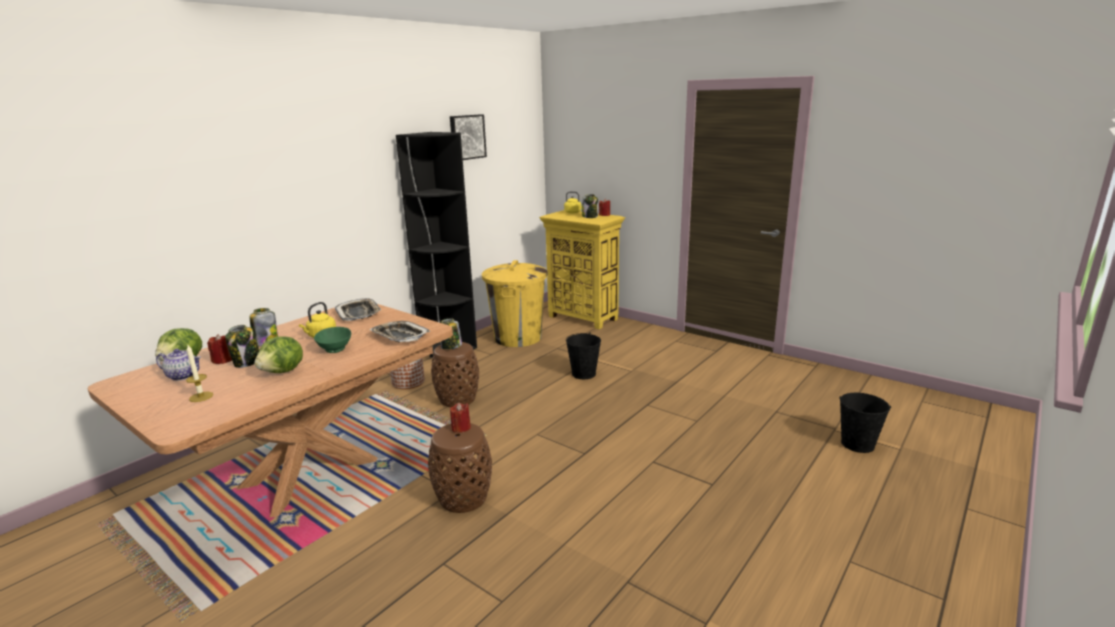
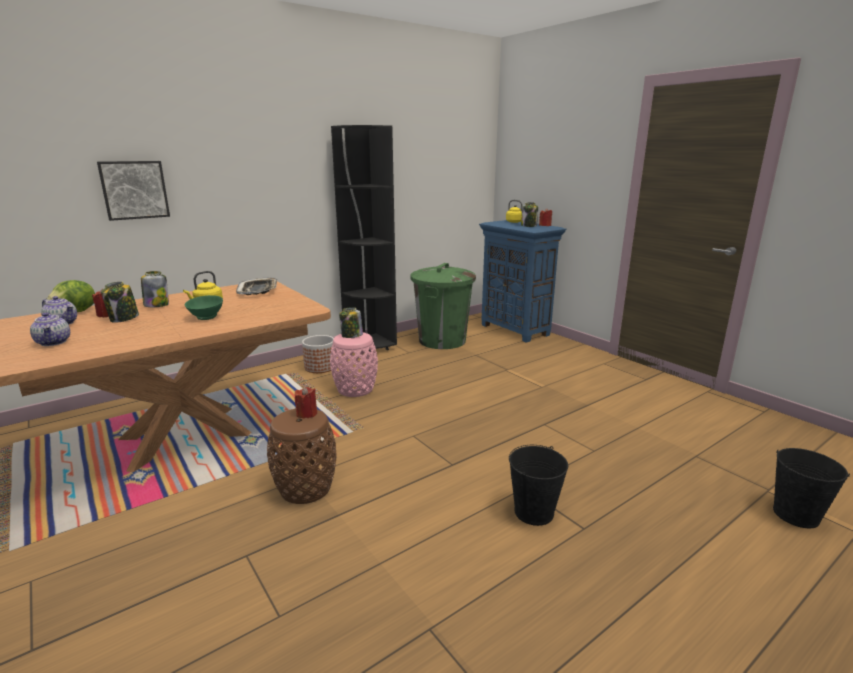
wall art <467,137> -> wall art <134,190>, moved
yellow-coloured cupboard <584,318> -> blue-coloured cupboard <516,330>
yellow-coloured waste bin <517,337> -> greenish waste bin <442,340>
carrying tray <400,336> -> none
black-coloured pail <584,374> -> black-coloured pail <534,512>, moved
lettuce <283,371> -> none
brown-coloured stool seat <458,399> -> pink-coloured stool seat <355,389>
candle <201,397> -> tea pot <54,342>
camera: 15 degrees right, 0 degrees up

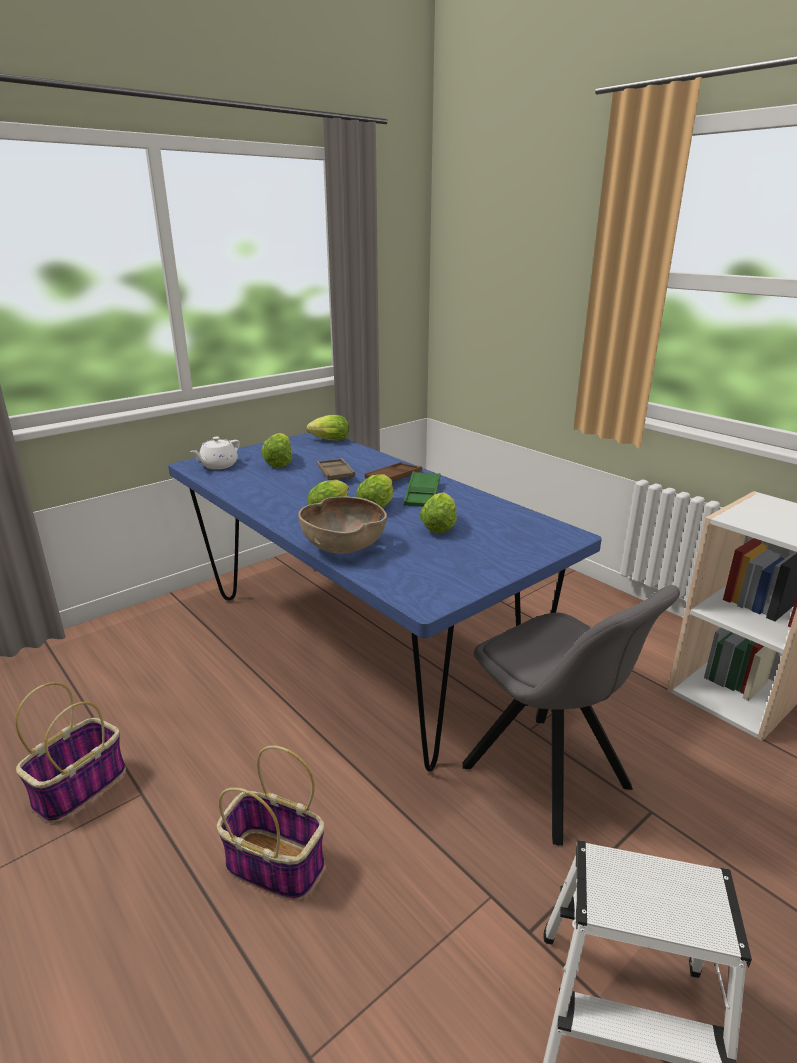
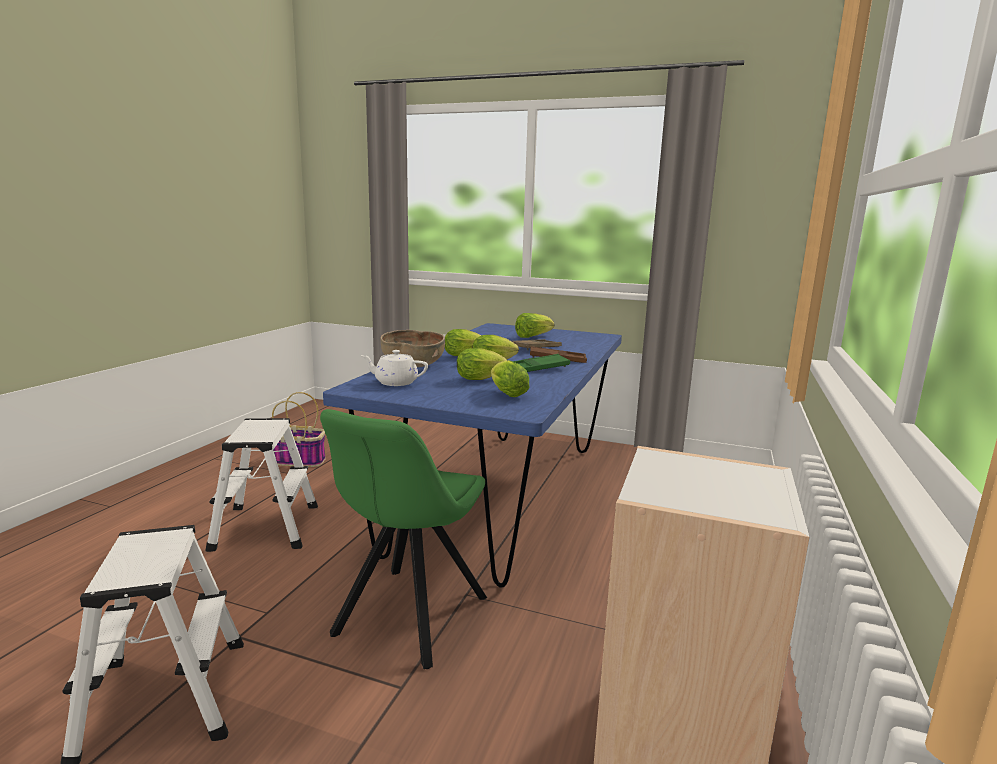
lettuce <328,440> -> lettuce <506,393>, moved
whitish tea pot <218,465> -> whitish tea pot <395,382>, moved
greyish upright chair <547,776> -> greenish upright chair <409,615>
basket <273,865> -> whitish step stool <266,527>
camera: 60 degrees right, 10 degrees down

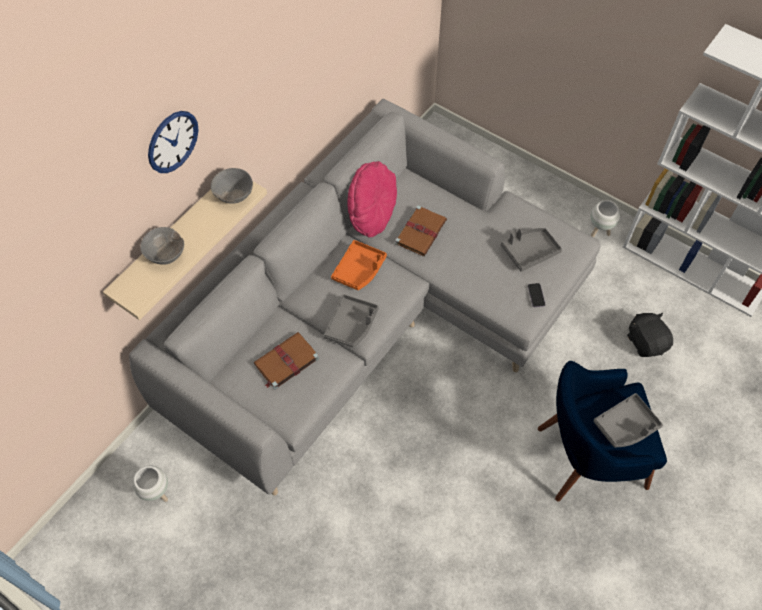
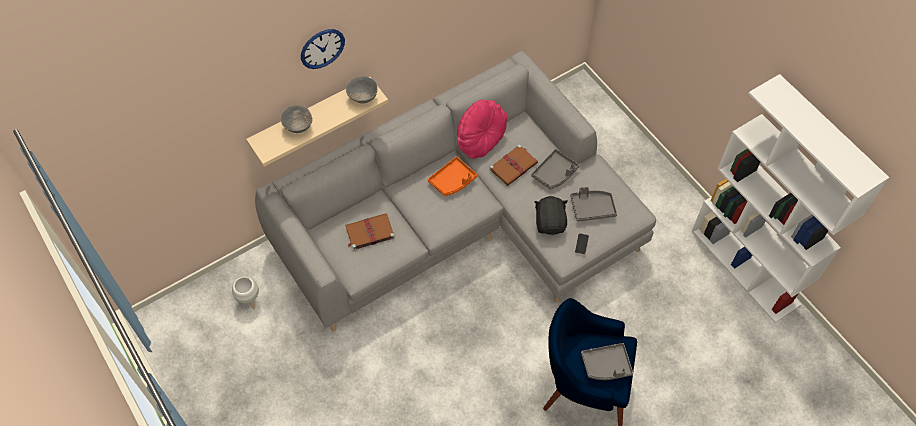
whitish plant pot <599,231> -> none
greyish carrying tray <352,325> -> greyish carrying tray <554,173>, moved
black-coloured soft toy <646,342> -> black-coloured soft toy <550,223>, moved
camera: 20 degrees right, 0 degrees up

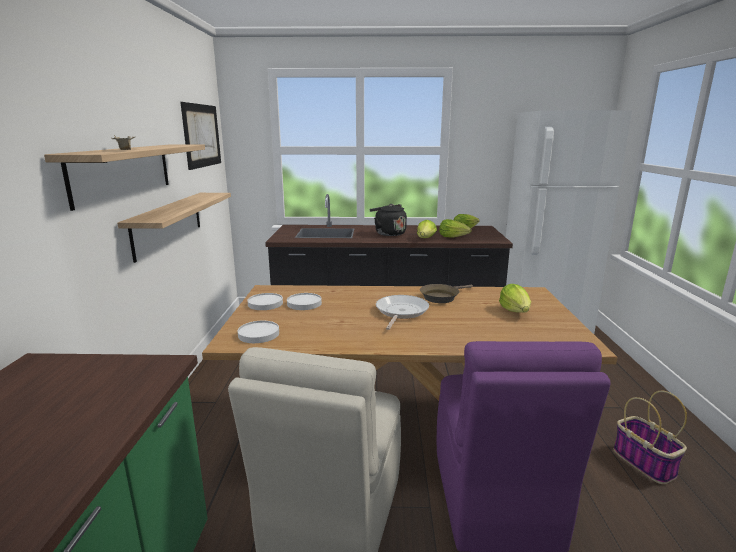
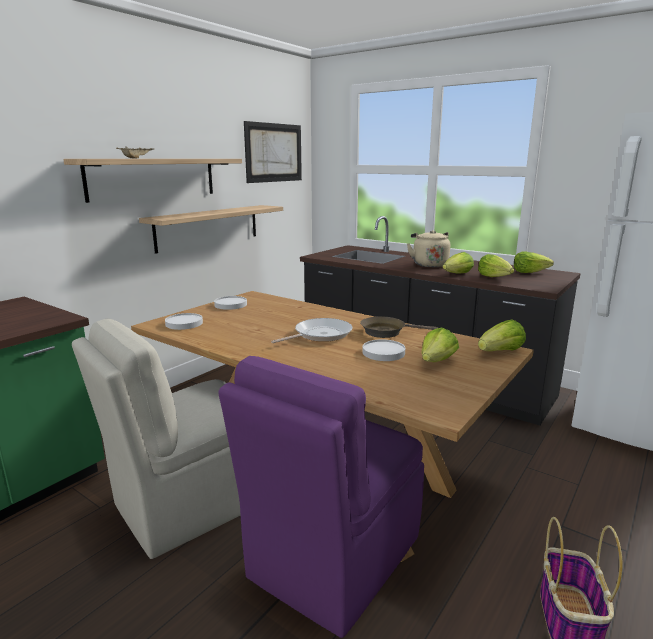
black-coloured water kettle <388,233> -> beige water kettle <429,264>
whitish dinner plate <304,303> -> whitish dinner plate <383,353>, moved
none -> lettuce <500,352>
camera: 35 degrees right, 0 degrees up

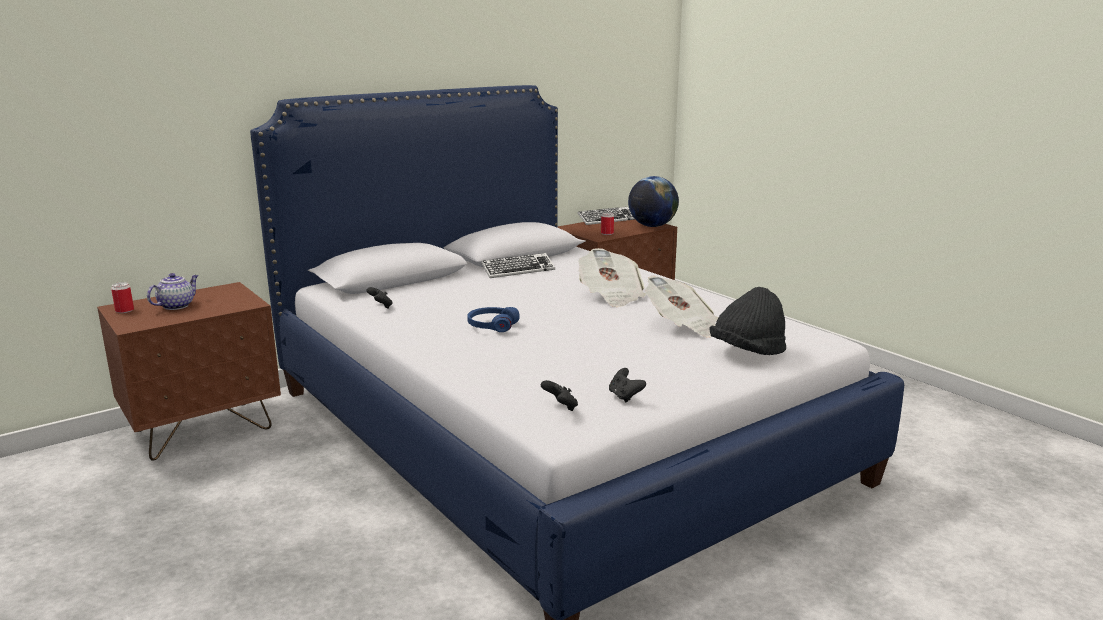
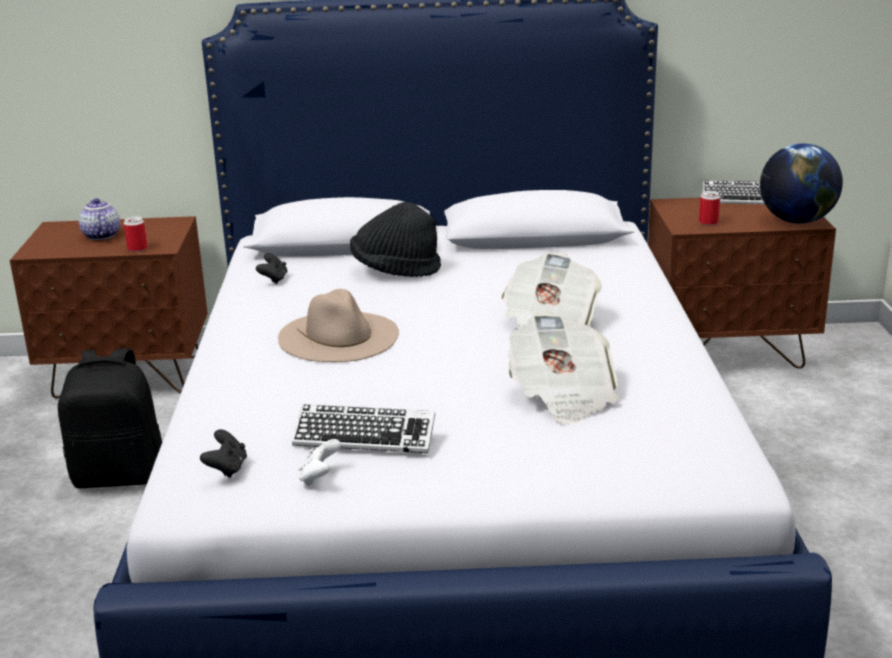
keyboard <518,270> -> keyboard <364,437>, moved
tea pot <176,306> -> tea pot <101,235>, 90 degrees counterclockwise
can <124,310> -> can <137,249>, moved
black-coloured hat <747,352> -> black-coloured hat <395,270>, moved
blue-coloured headphones <492,326> -> beige hat <339,336>
black-coloured game controller <625,396> -> whitish game controller <319,478>
none -> black-coloured backpack <119,475>
camera: 35 degrees right, 5 degrees up

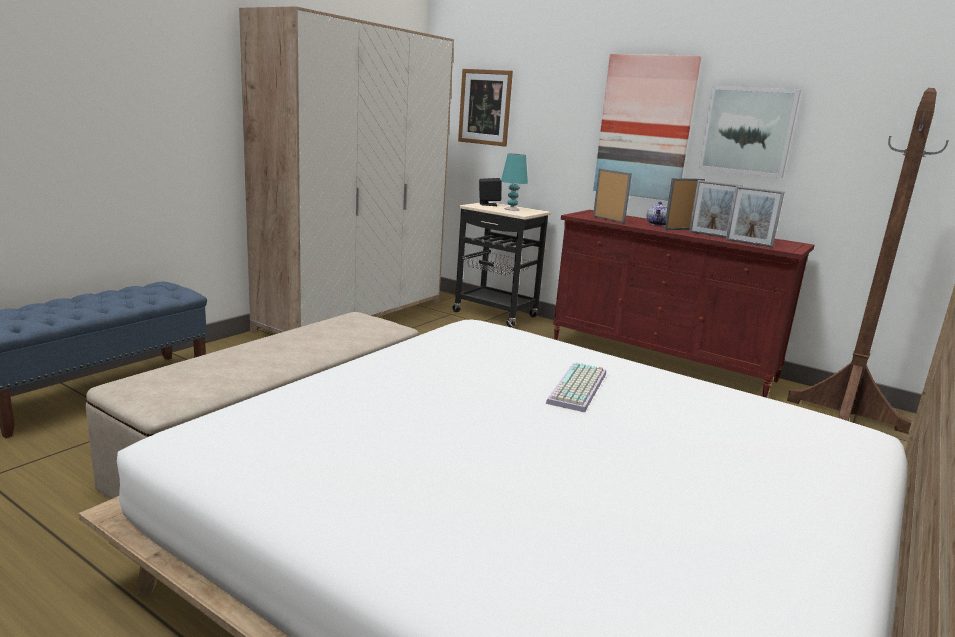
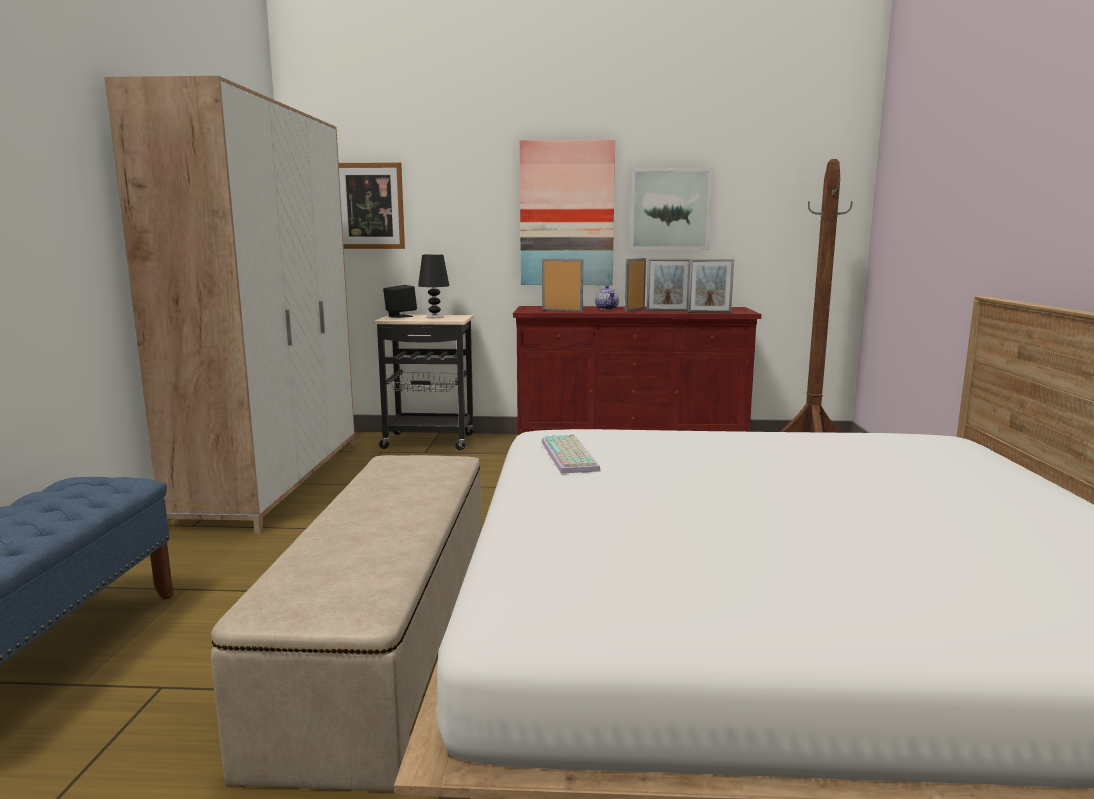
turquoise-coloured table lamp <512,209> -> black-coloured table lamp <435,317>
keyboard <579,388> -> keyboard <571,456>, moved
camera: 30 degrees left, 5 degrees down

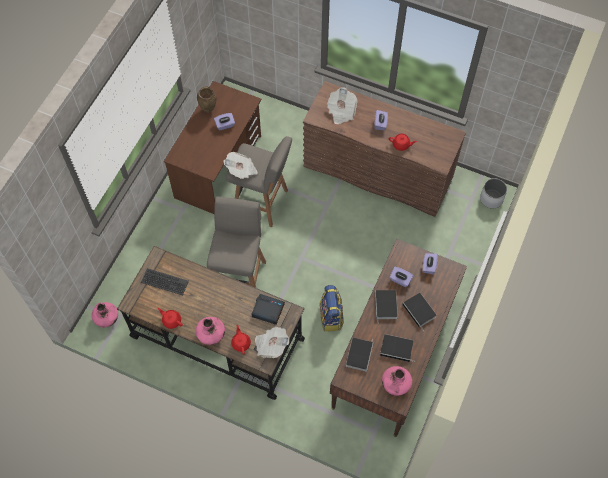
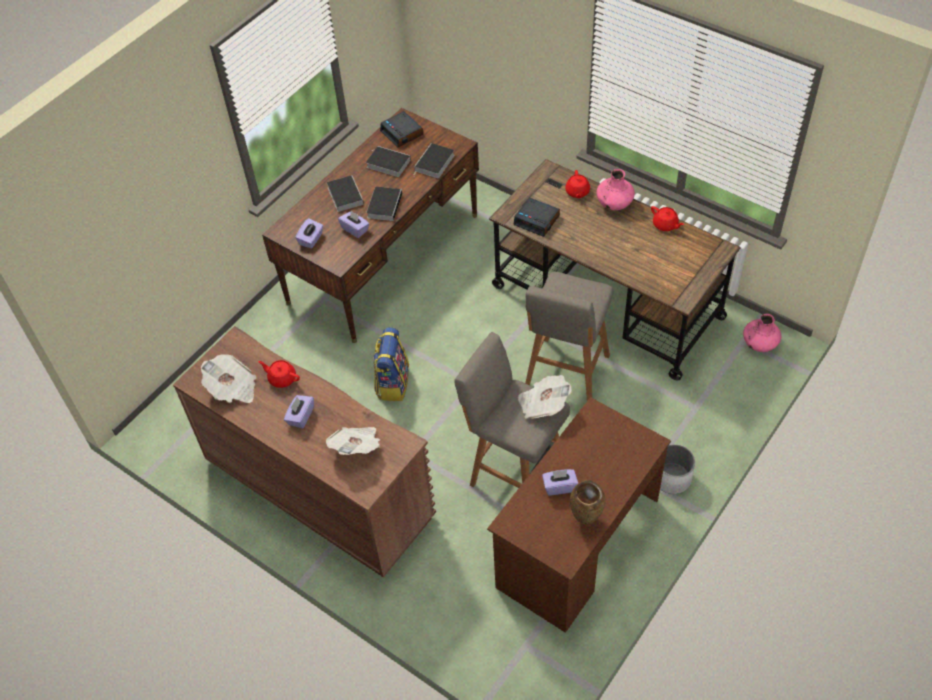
whitish plant pot <491,199> -> whitish plant pot <671,478>, moved
keyboard <164,282> -> none
backpack <331,317> -> backpack <392,383>, moved
printed paper <271,345> -> printed paper <232,388>, moved
pink-coloured vase <395,384> -> bedside clock <402,133>
camera: 165 degrees left, 10 degrees down

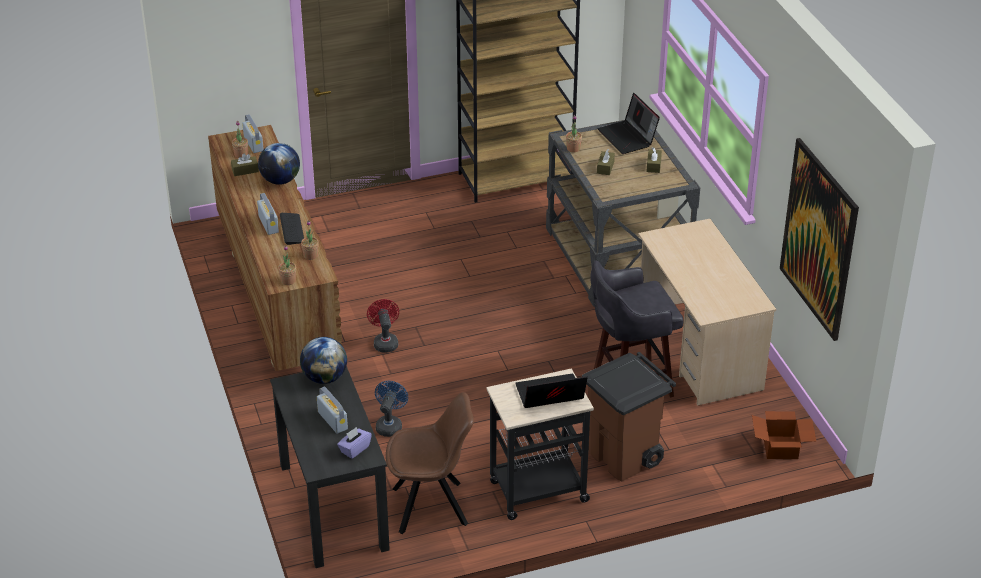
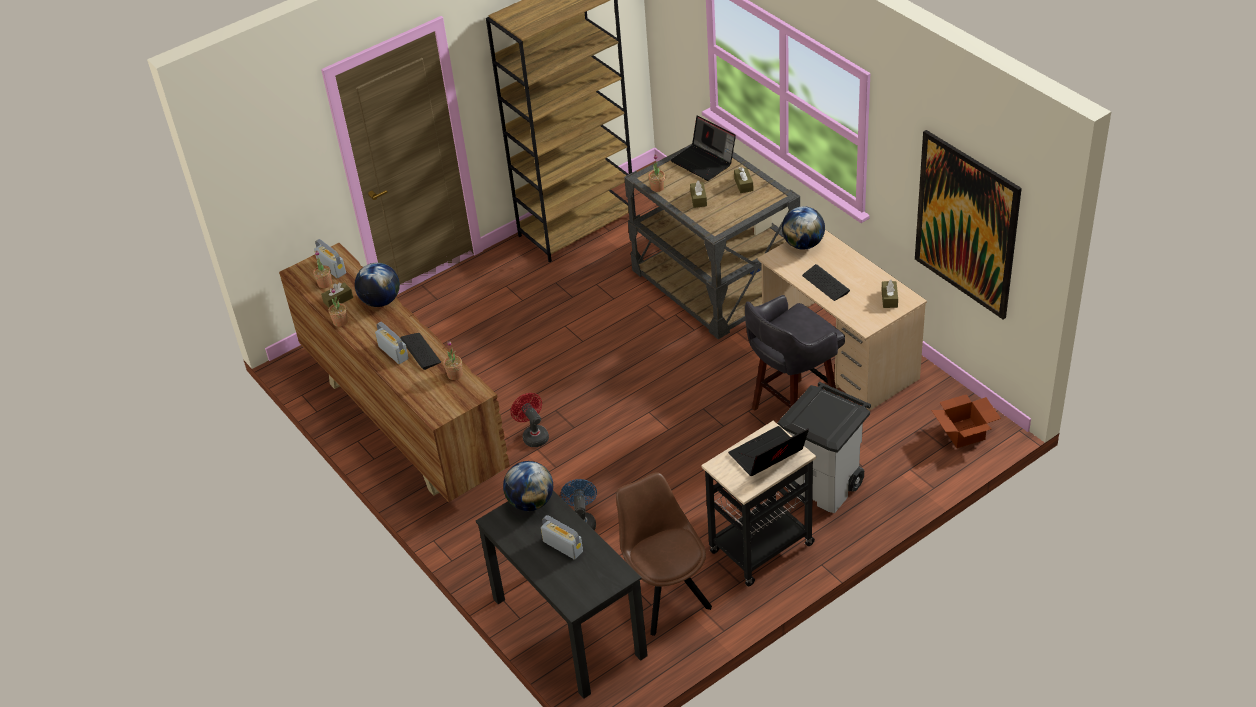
potted plant <288,281> -> potted plant <340,322>, moved
brown-coloured waste bin <625,457> -> greyish waste bin <825,486>
brown-coloured upright chair <430,507> -> brown-coloured upright chair <665,597>, 90 degrees counterclockwise
purple box of tissues <354,449> -> none
none -> world globe <803,244>
none -> keyboard <825,284>
none -> brown-coloured box of tissues <889,299>
camera: 15 degrees left, 5 degrees up

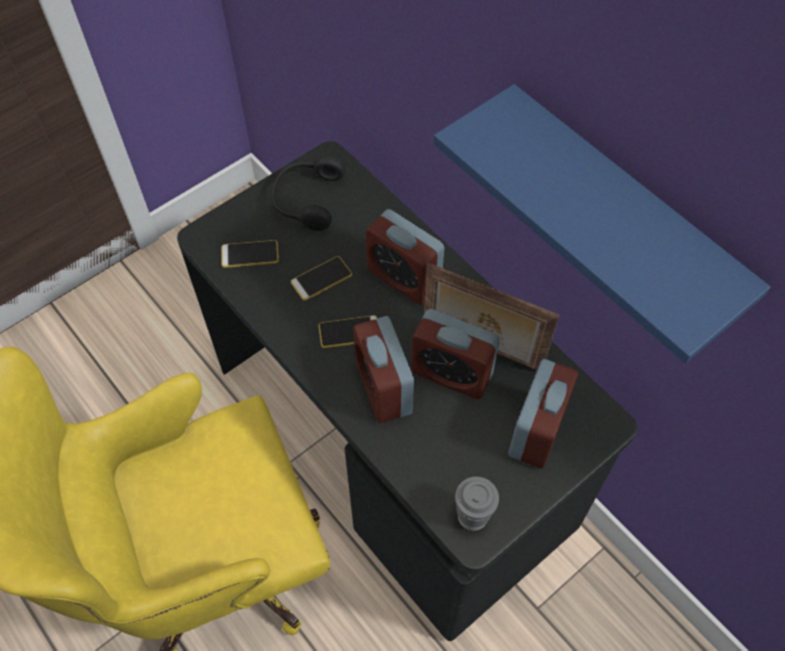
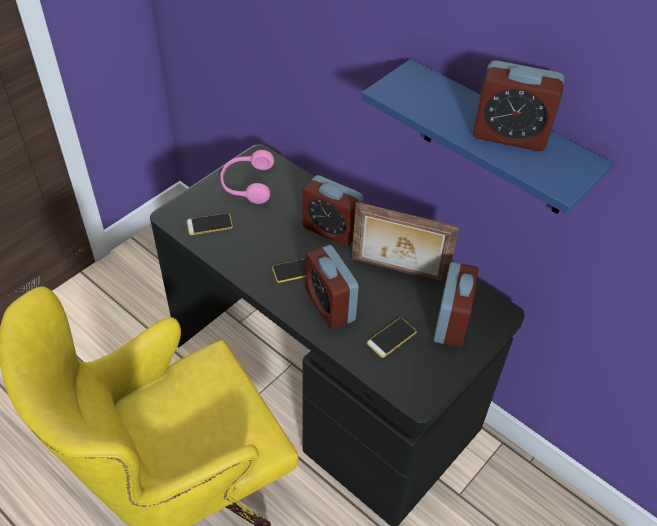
black-coloured headphones <306,199> -> pink-coloured headphones <246,184>
handset <321,278> -> handset <391,338>, moved
bedside clock <452,373> -> bedside clock <509,135>, moved
greyish small cup <472,516> -> none
camera: 10 degrees left, 10 degrees down

